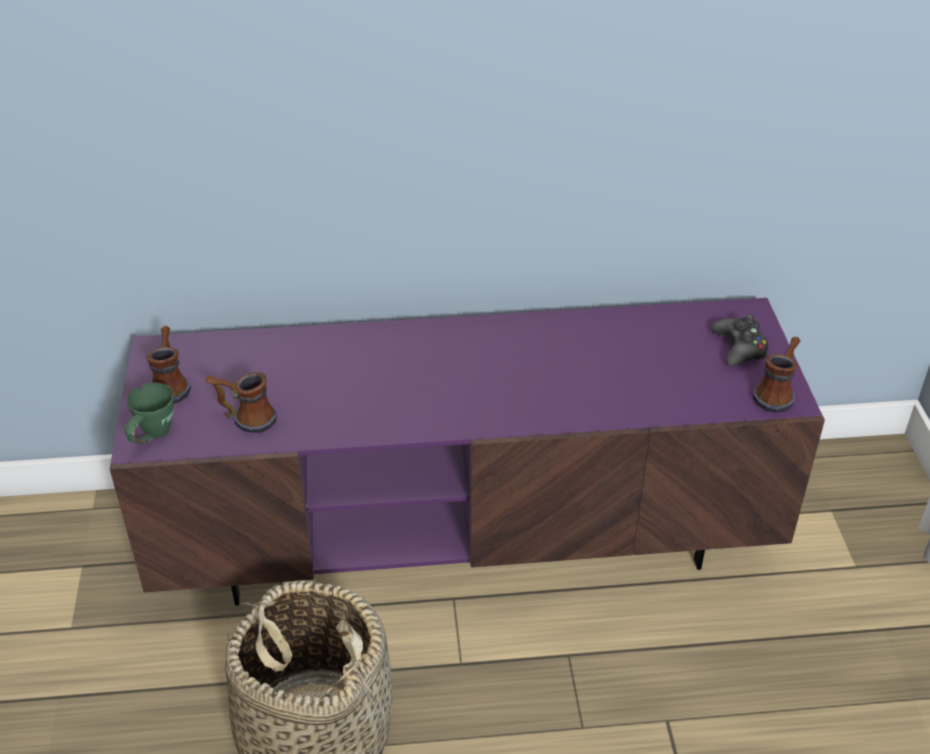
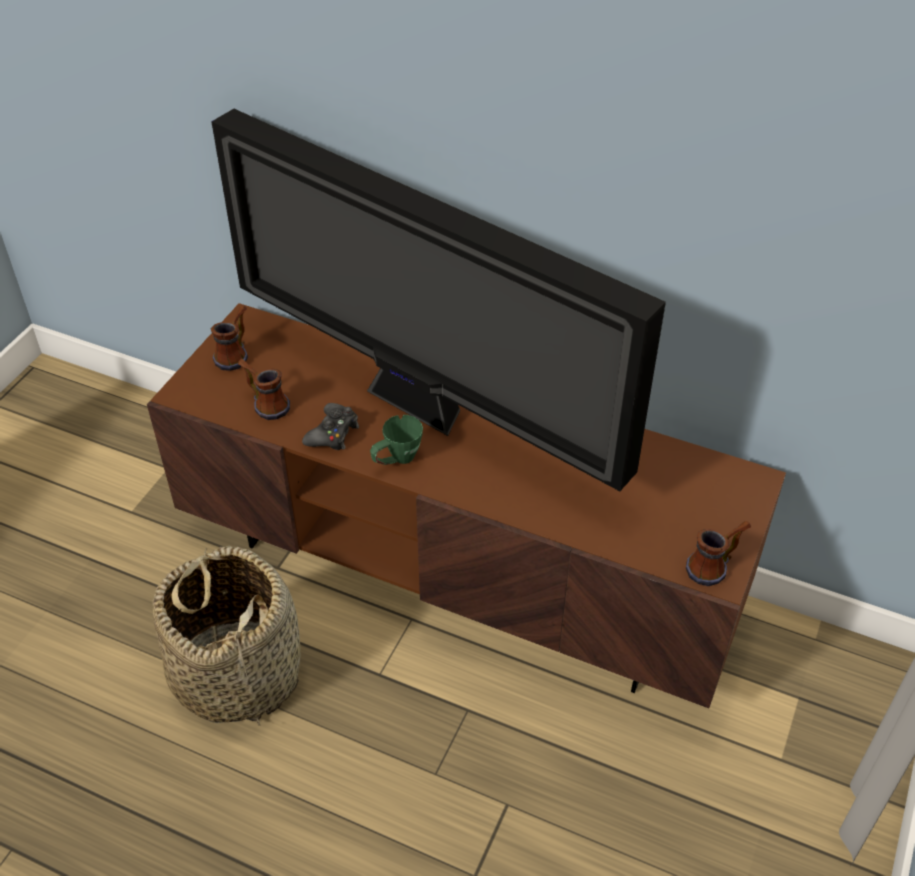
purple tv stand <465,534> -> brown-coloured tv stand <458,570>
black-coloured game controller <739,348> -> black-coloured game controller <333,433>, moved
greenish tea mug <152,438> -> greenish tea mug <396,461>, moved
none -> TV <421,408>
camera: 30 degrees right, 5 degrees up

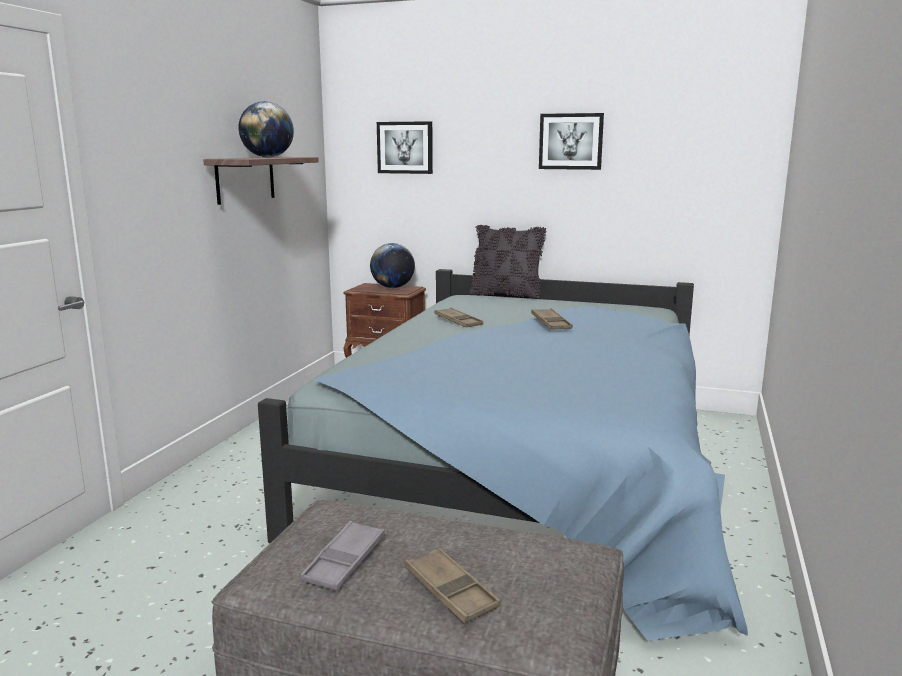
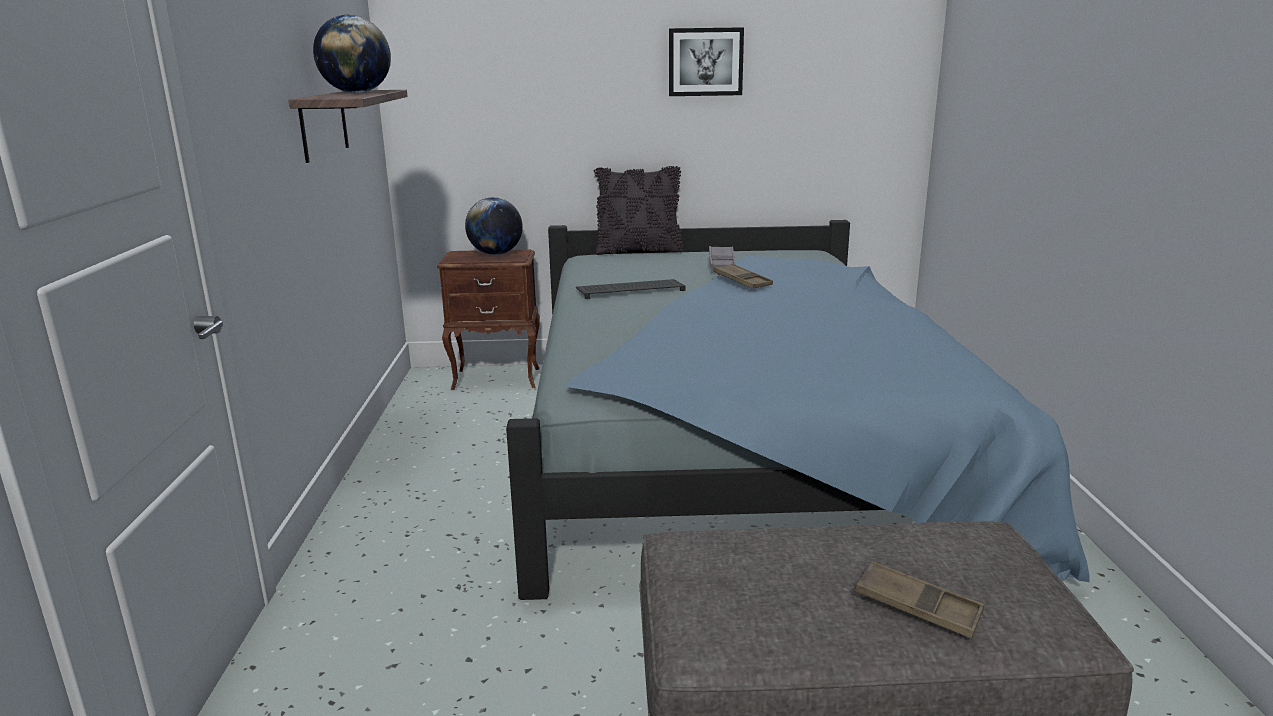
wall art <405,147> -> none
brown-coloured carrying tray <458,321> -> keyboard <631,290>
greyish carrying tray <344,561> -> greyish carrying tray <721,262>, moved
camera: 20 degrees left, 5 degrees up

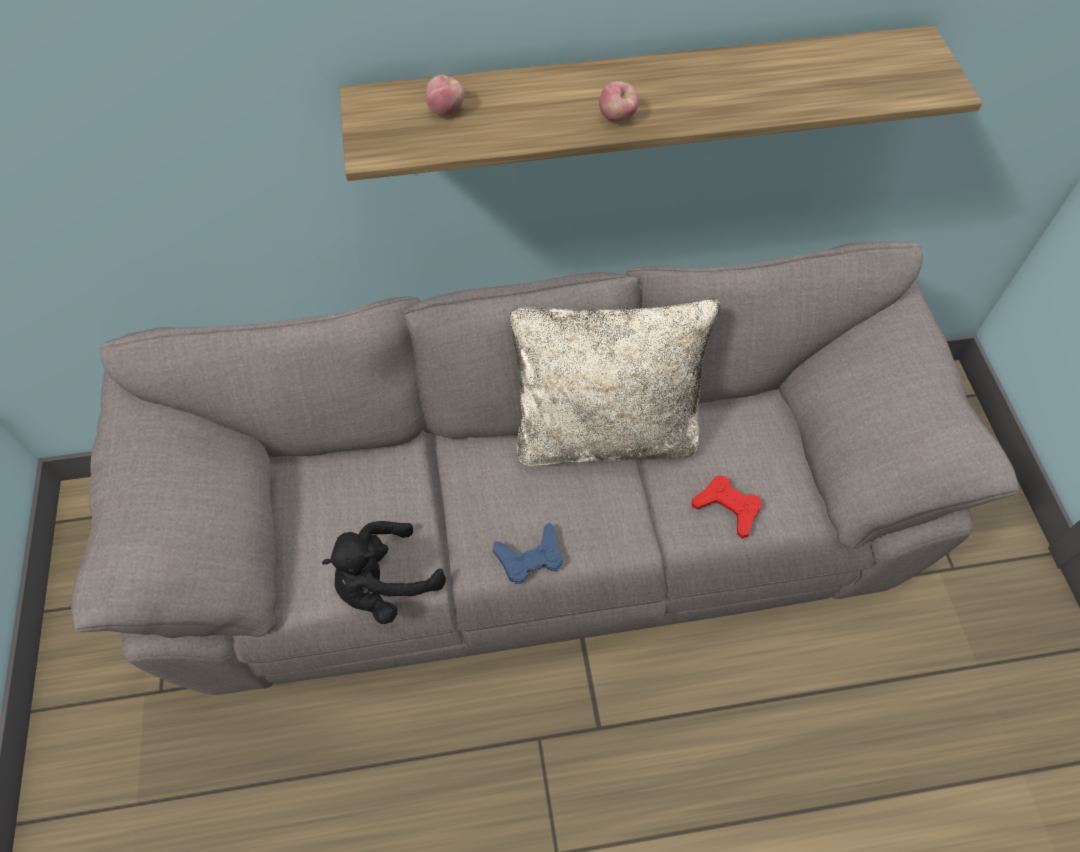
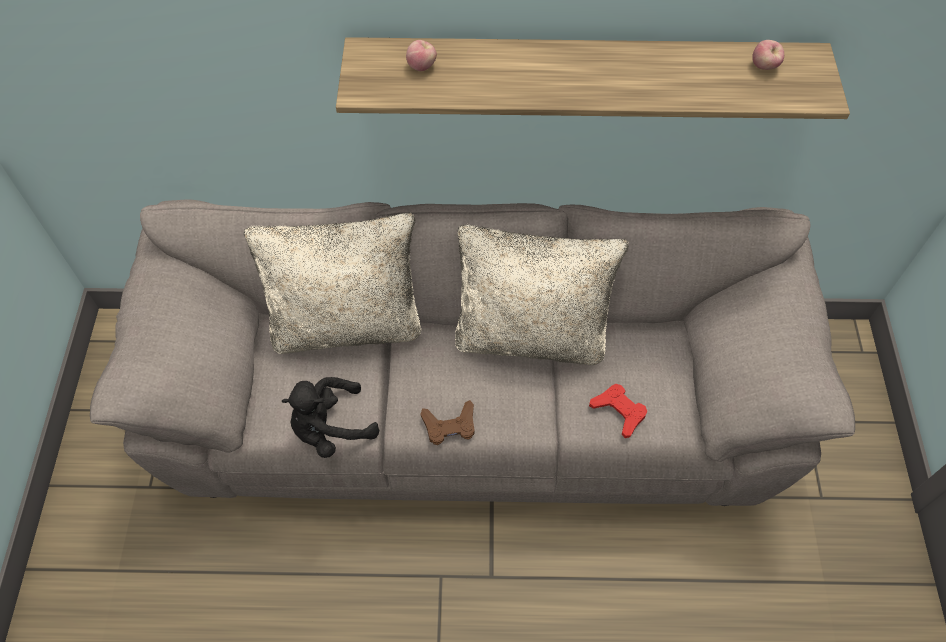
apple <617,117> -> apple <764,66>, moved
blue-coloured game controller <530,558> -> brown-coloured game controller <449,426>
none -> beige throw pillow <349,328>
camera: 10 degrees right, 0 degrees up

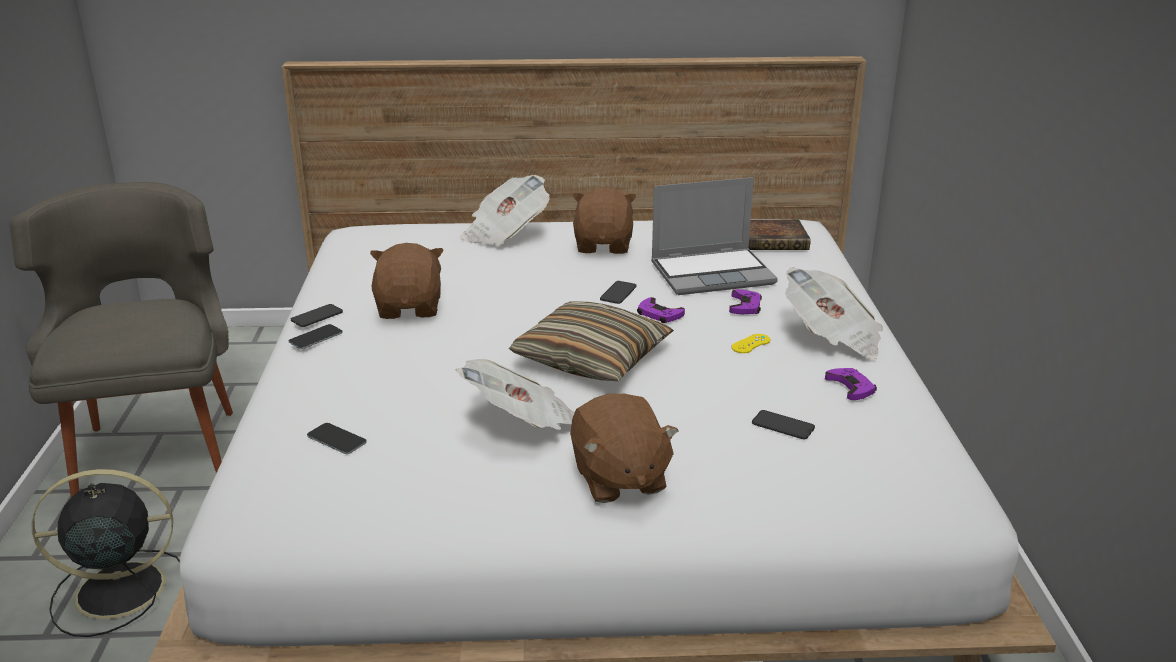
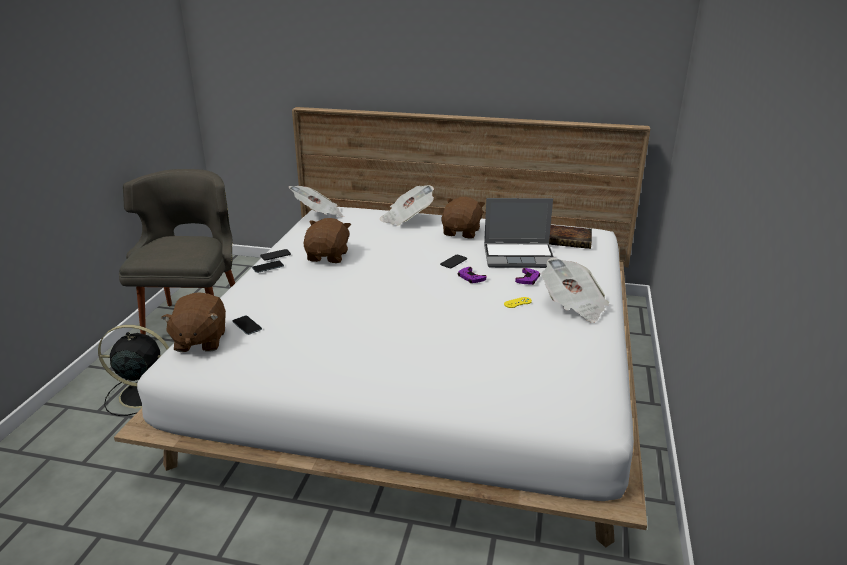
throw pillow <592,358> -> none
printed paper <524,424> -> printed paper <318,214>, moved
purple game controller <851,387> -> none
brown-coloured soft toy <618,478> -> brown-coloured soft toy <200,341>, moved
handset <783,425> -> none
camera: 15 degrees right, 0 degrees up

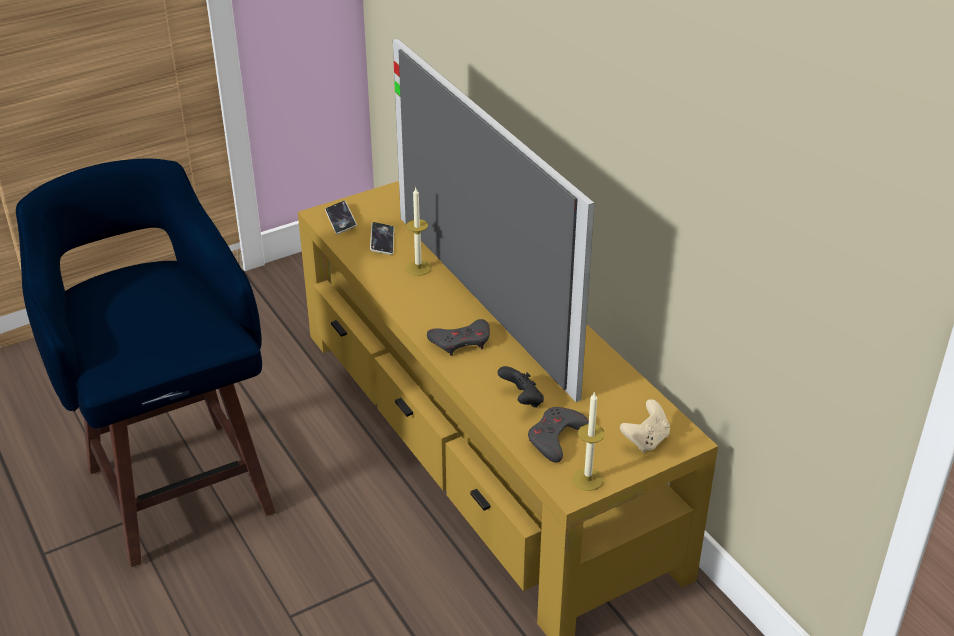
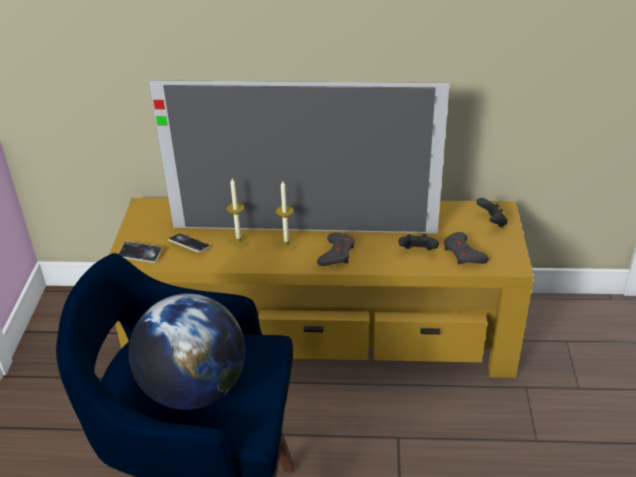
candle <587,479> -> candle <286,244>, moved
beige game controller <646,440> -> black-coloured game controller <492,222>
none -> world globe <194,390>
camera: 55 degrees left, 0 degrees up

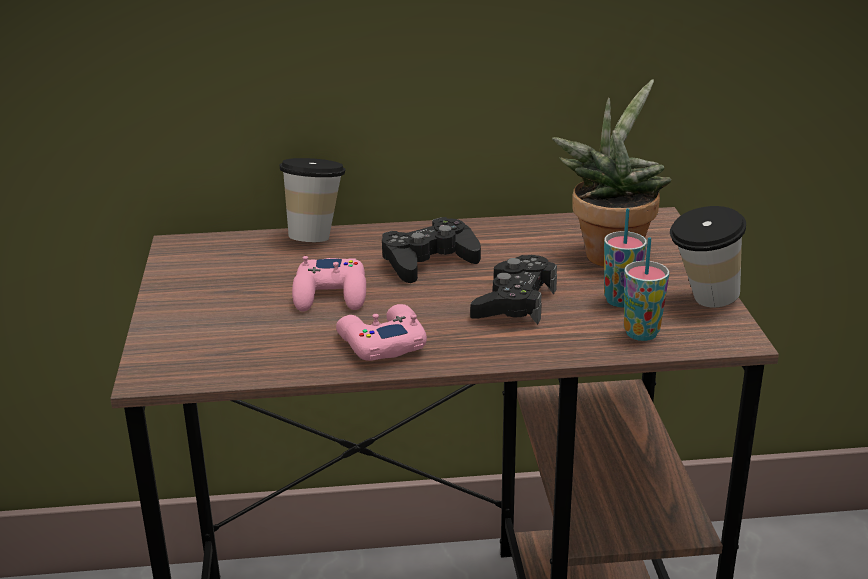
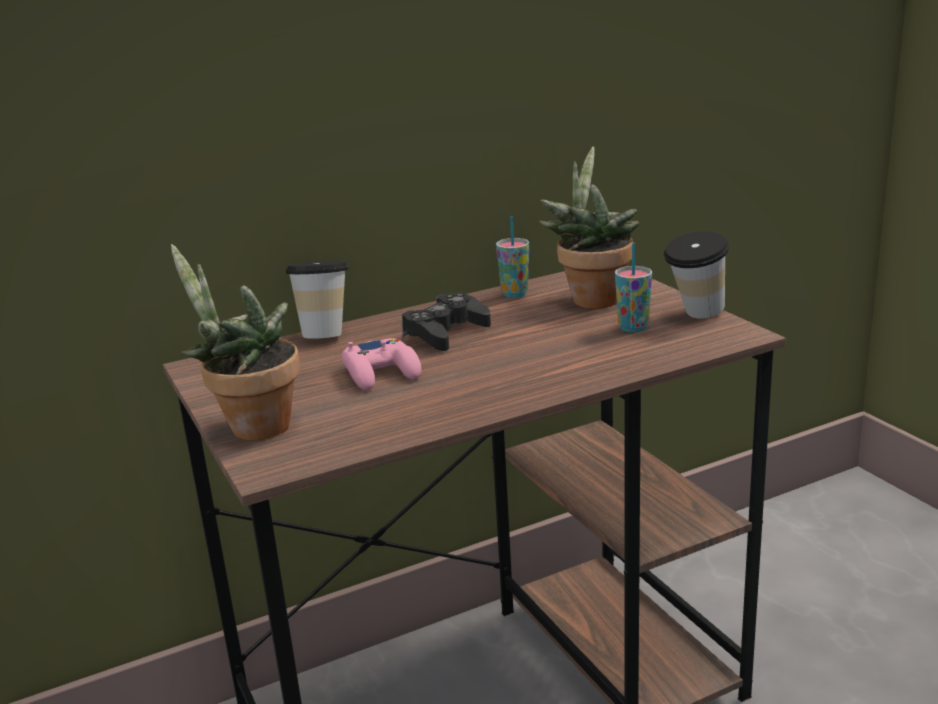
small cup <641,333> -> small cup <514,294>, moved
black-coloured game controller <514,302> -> none
pink-coloured game controller <381,343> -> none
none -> potted plant <251,426>
camera: 20 degrees left, 5 degrees down

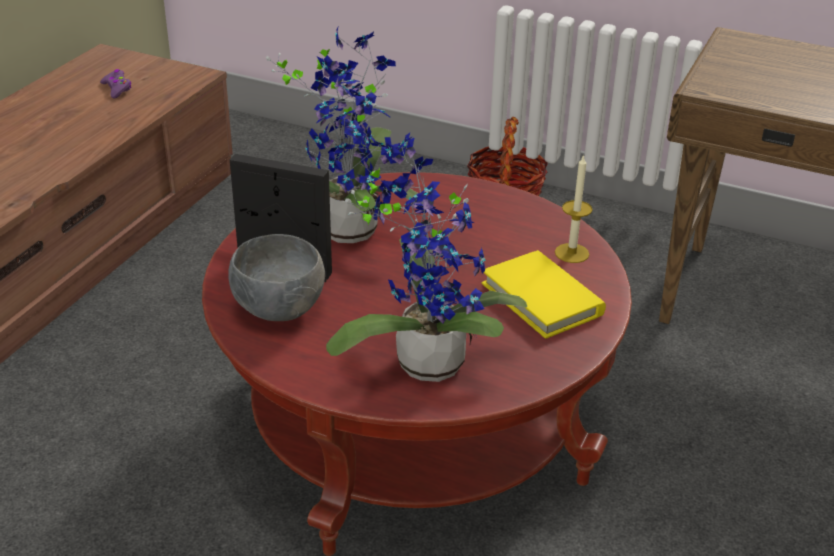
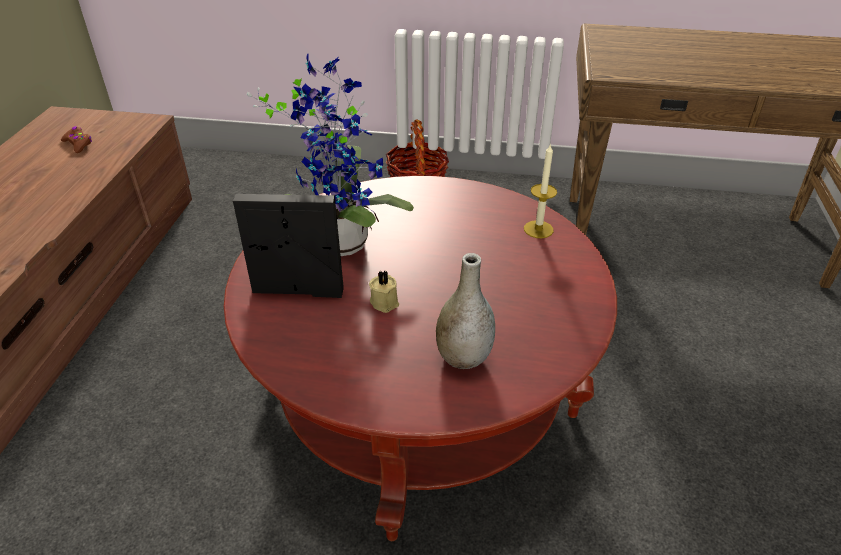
purple game controller <117,89> -> brown-coloured game controller <78,144>
potted plant <424,358> -> greyish vase <463,357>
greyish bowl <278,309> -> none
yellow-coloured book <542,299> -> none
none -> beige candle <385,301>
camera: 15 degrees left, 5 degrees up

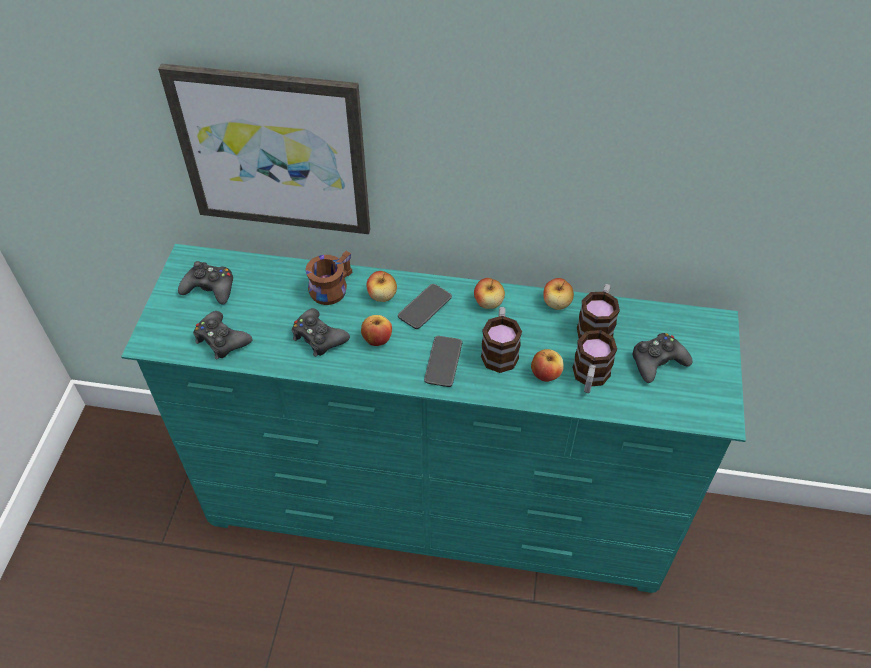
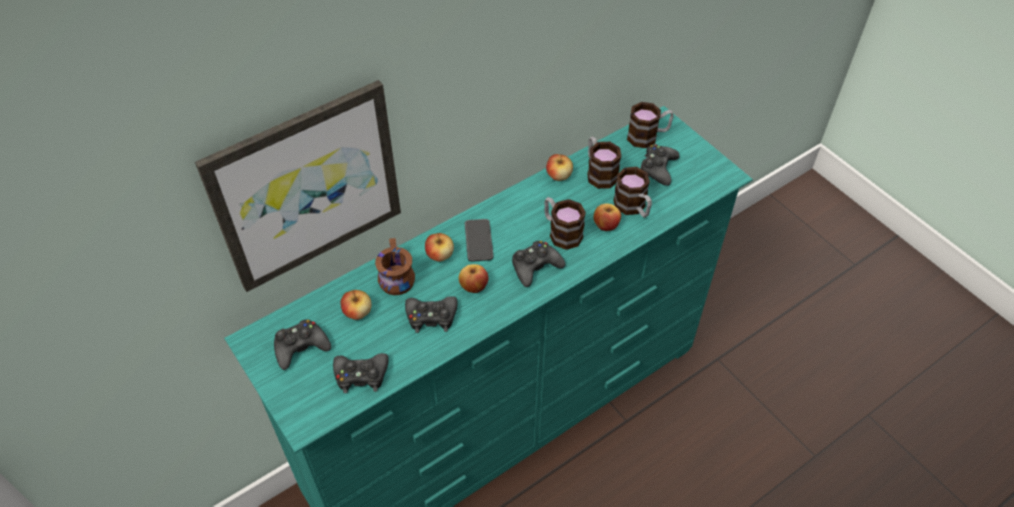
apple <488,303> -> apple <357,312>, moved
handset <443,362> -> black-coloured game controller <535,267>
none -> tea mug <648,136>
camera: 45 degrees left, 0 degrees up

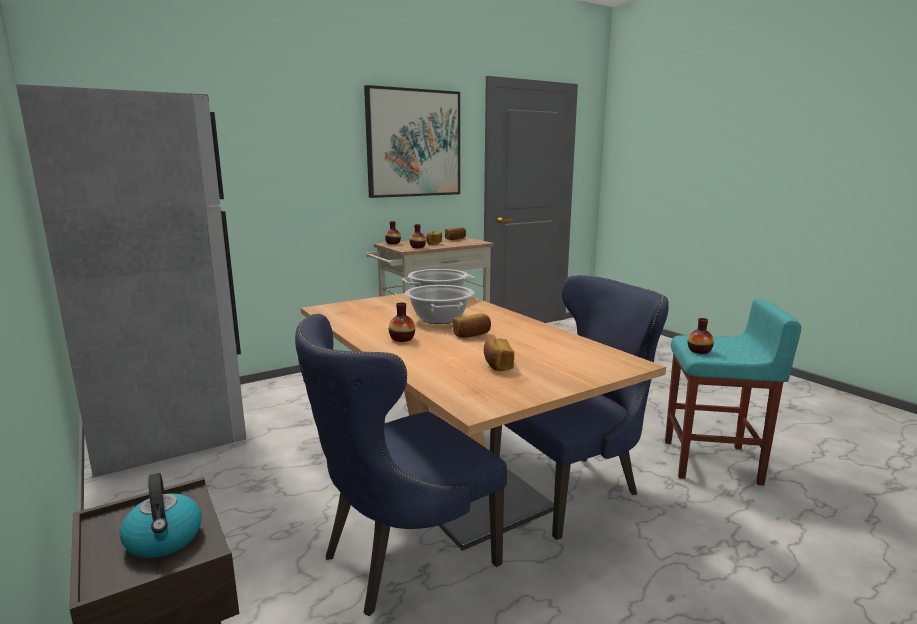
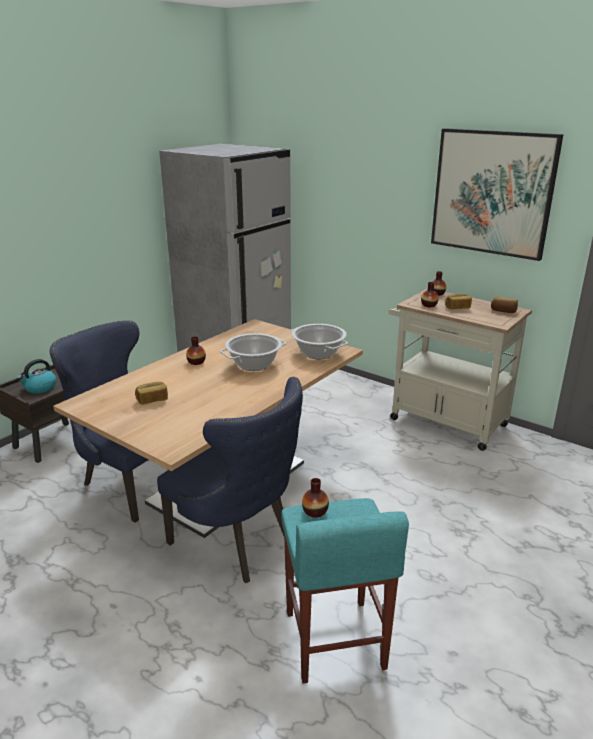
bread <472,335> -> none
camera: 70 degrees right, 10 degrees up

